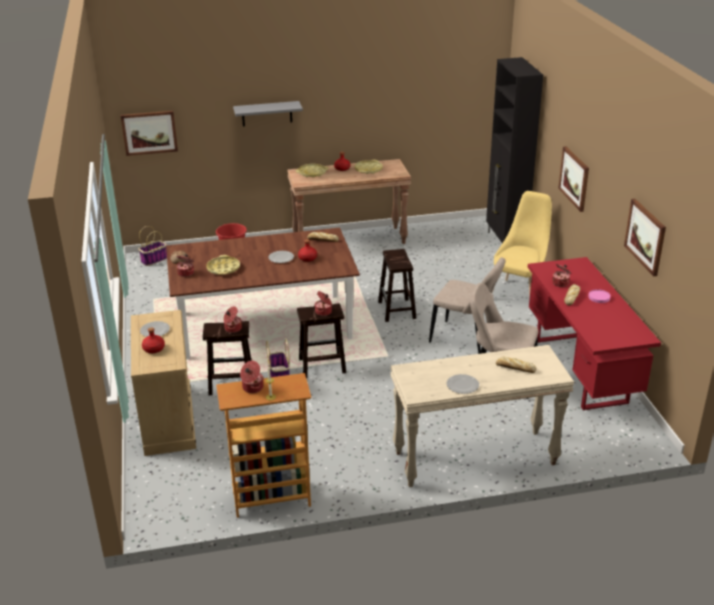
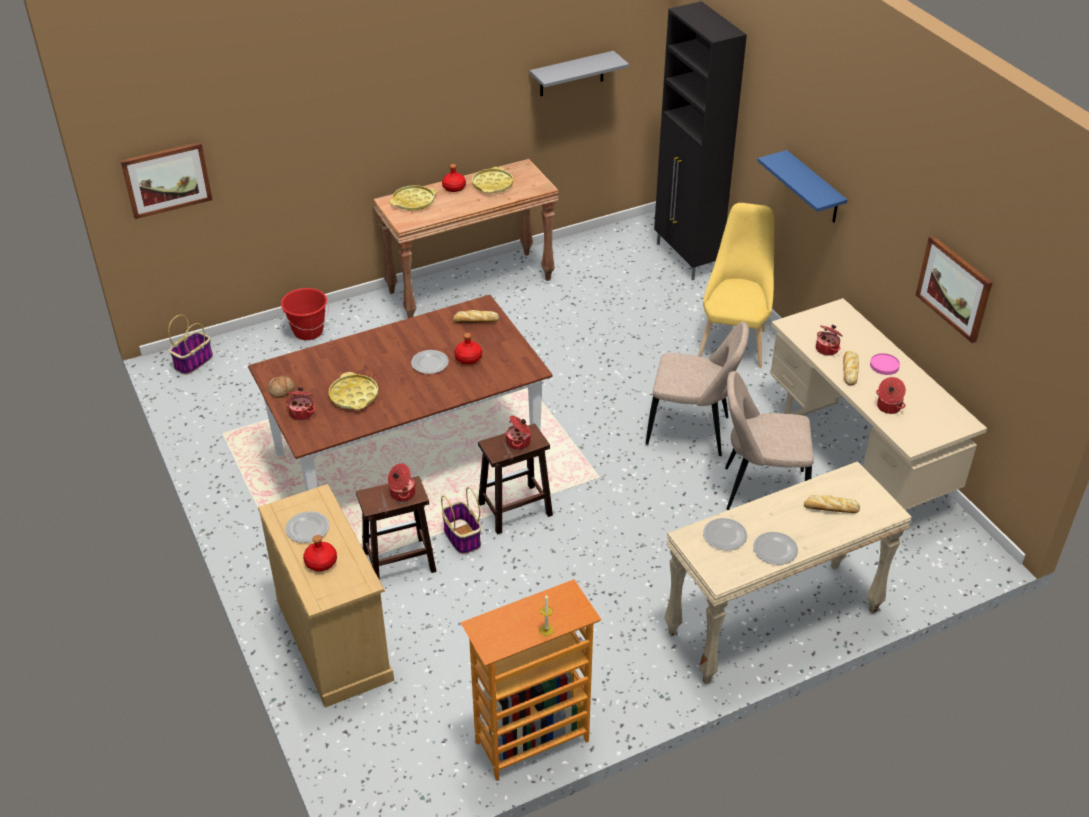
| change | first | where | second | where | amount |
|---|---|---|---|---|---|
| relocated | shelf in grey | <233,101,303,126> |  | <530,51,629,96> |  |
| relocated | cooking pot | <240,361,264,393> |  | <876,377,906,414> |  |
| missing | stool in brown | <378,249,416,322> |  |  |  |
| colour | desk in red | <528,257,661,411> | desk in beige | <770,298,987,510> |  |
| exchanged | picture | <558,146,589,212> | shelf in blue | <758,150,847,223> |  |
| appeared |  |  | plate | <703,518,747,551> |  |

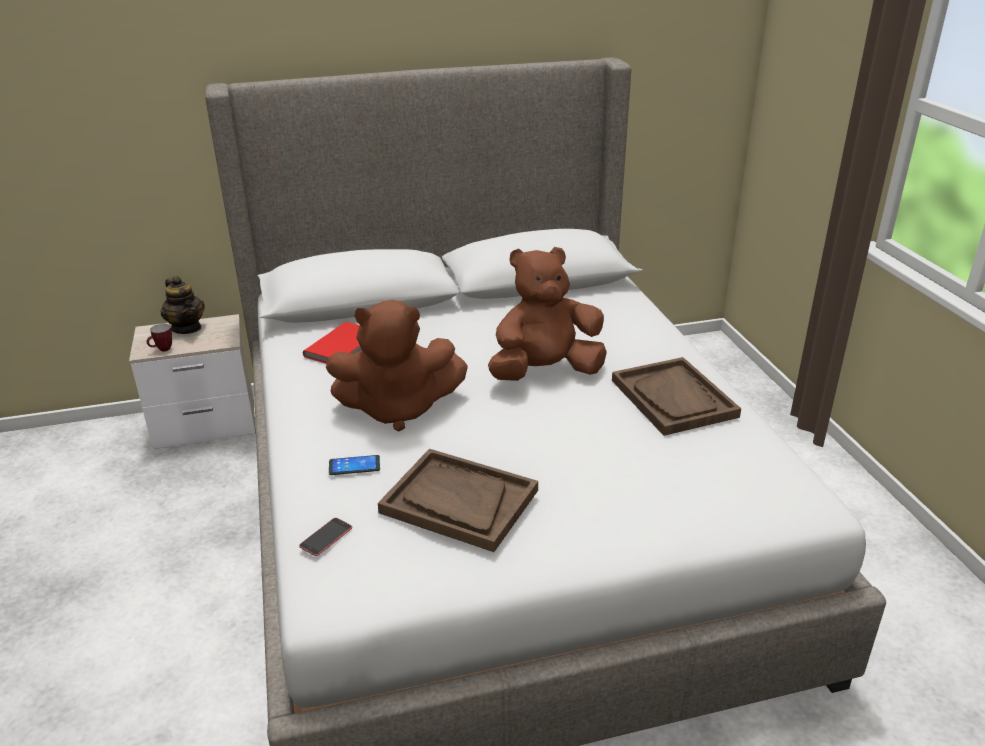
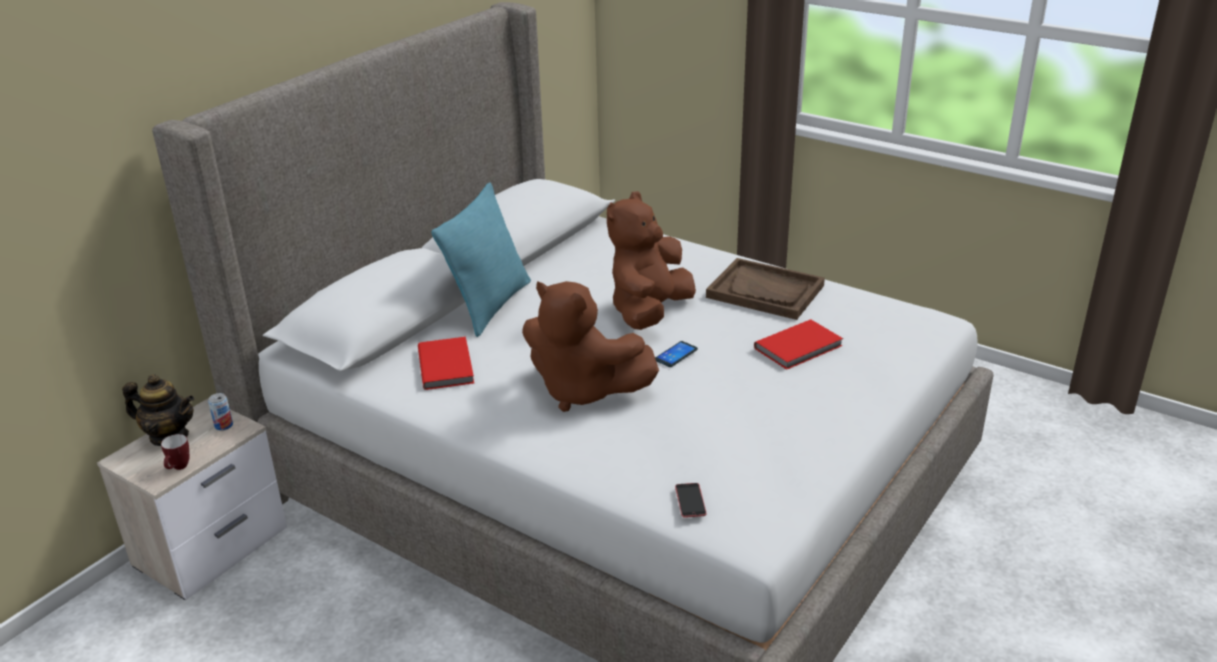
| change | first | where | second | where | amount |
|---|---|---|---|---|---|
| spun | plush toy in brown | <326,300,468,432> |  | <522,281,659,412> | 75 degrees clockwise |
| relocated | phone | <329,455,380,475> |  | <655,341,698,367> |  |
| missing | tray in brown | <378,449,538,552> |  |  |  |
| appeared |  |  | can | <208,393,233,430> |  |
| appeared |  |  | pillow in turquoise | <431,183,531,337> |  |
| appeared |  |  | book in red | <754,319,843,370> |  |

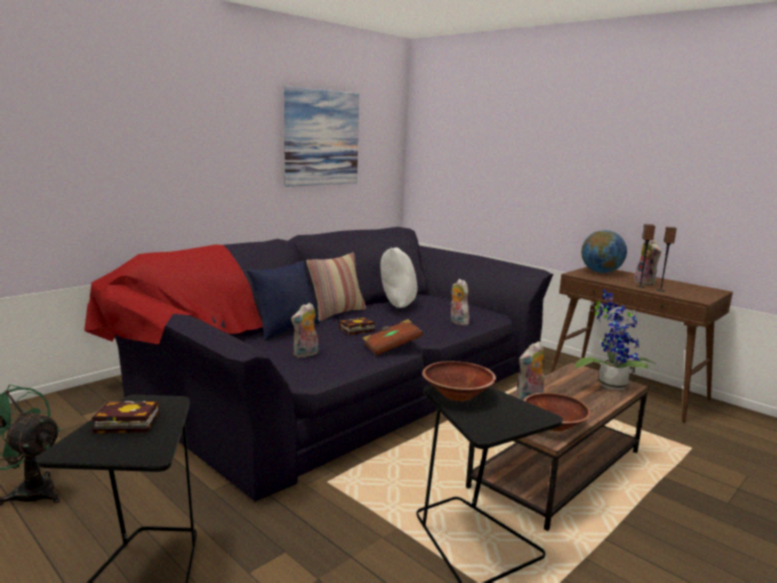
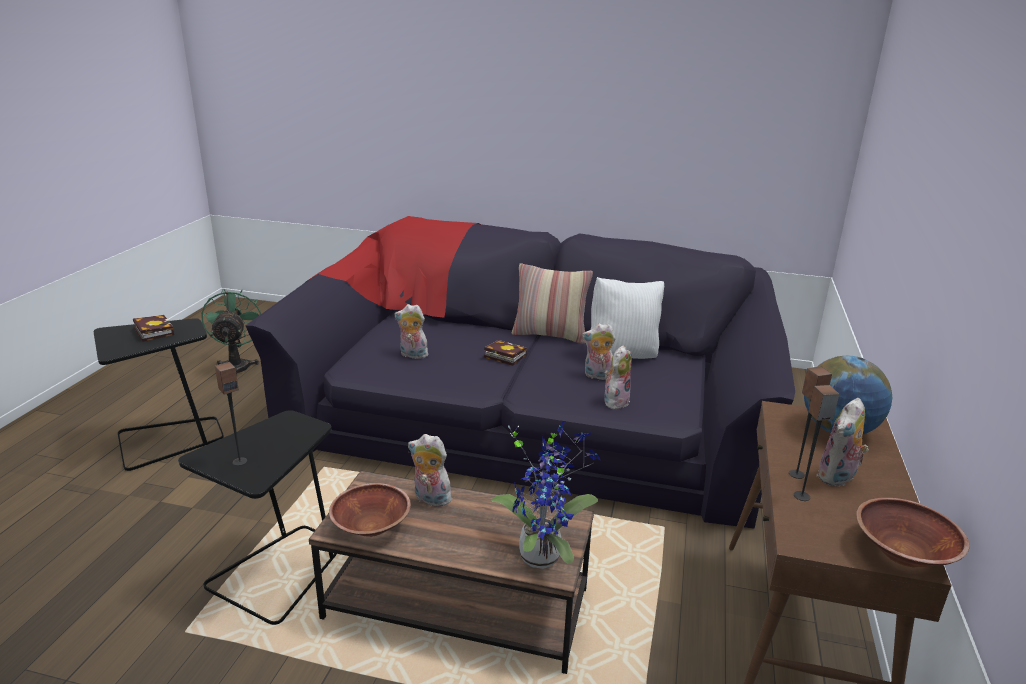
| change | first | where | second | where | amount |
|---|---|---|---|---|---|
| missing | pillow in blue | <247,261,319,341> |  |  |  |
| missing | picture | <284,86,359,187> |  |  |  |
| missing | book in brown | <362,319,423,355> |  |  |  |
| relocated | bowl in brown | <422,361,496,401> |  | <856,498,970,567> |  |
| appeared |  |  | speaker | <215,362,247,466> |  |
| appeared |  |  | plush toy | <582,324,616,380> |  |

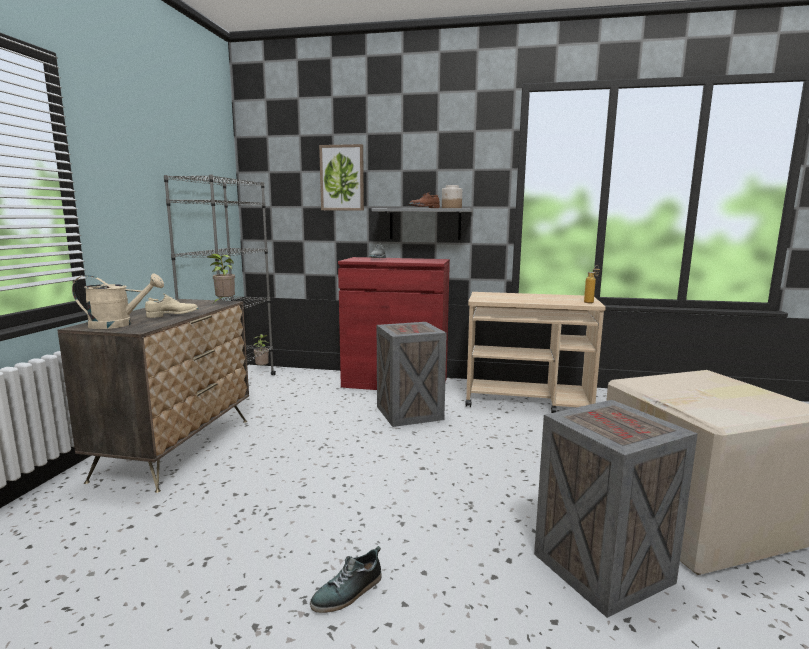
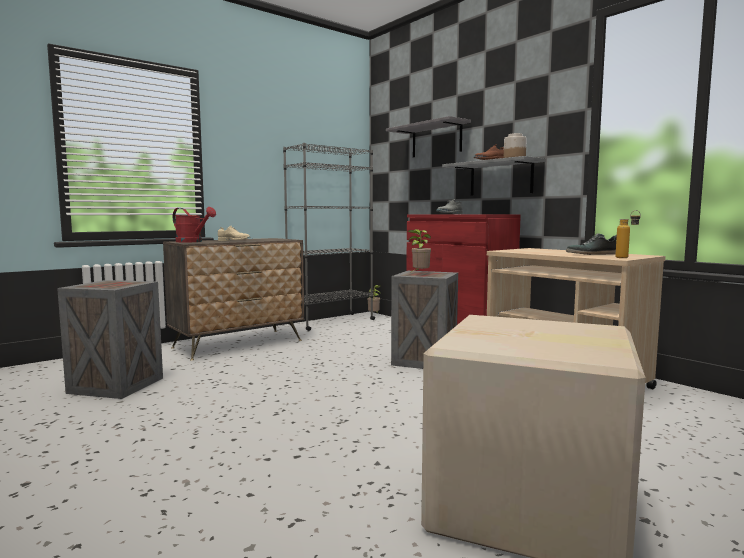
| change | first | where | second | where | amount |
|---|---|---|---|---|---|
| colour | watering can in beige | <72,273,164,329> | watering can in red | <173,207,216,242> |  |
| relocated | potted plant | <207,254,235,303> |  | <408,229,431,273> |  |
| relocated | shoe | <310,546,381,613> |  | <566,233,617,255> |  |
| exchanged | picture | <319,144,364,211> | shelf in grey | <386,116,471,158> |  |
| relocated | crate | <534,400,698,618> |  | <57,280,163,399> |  |

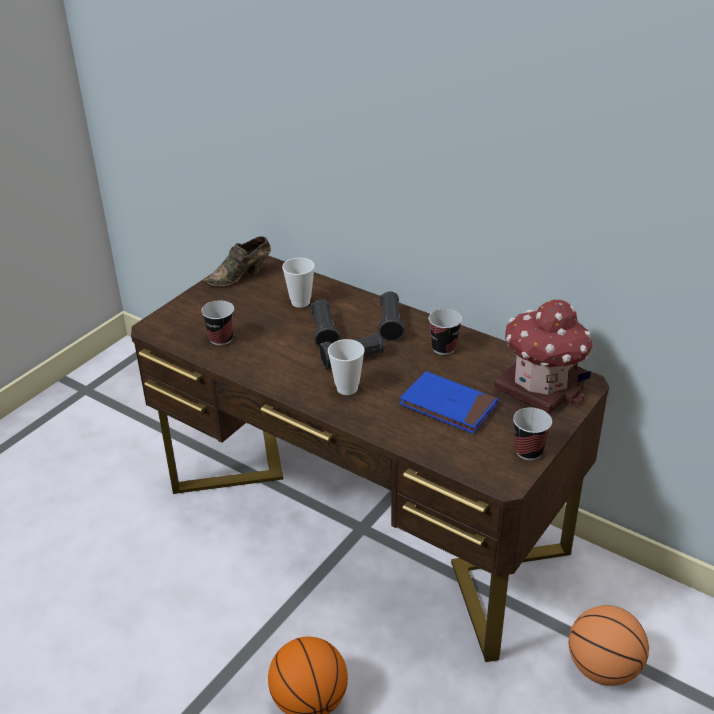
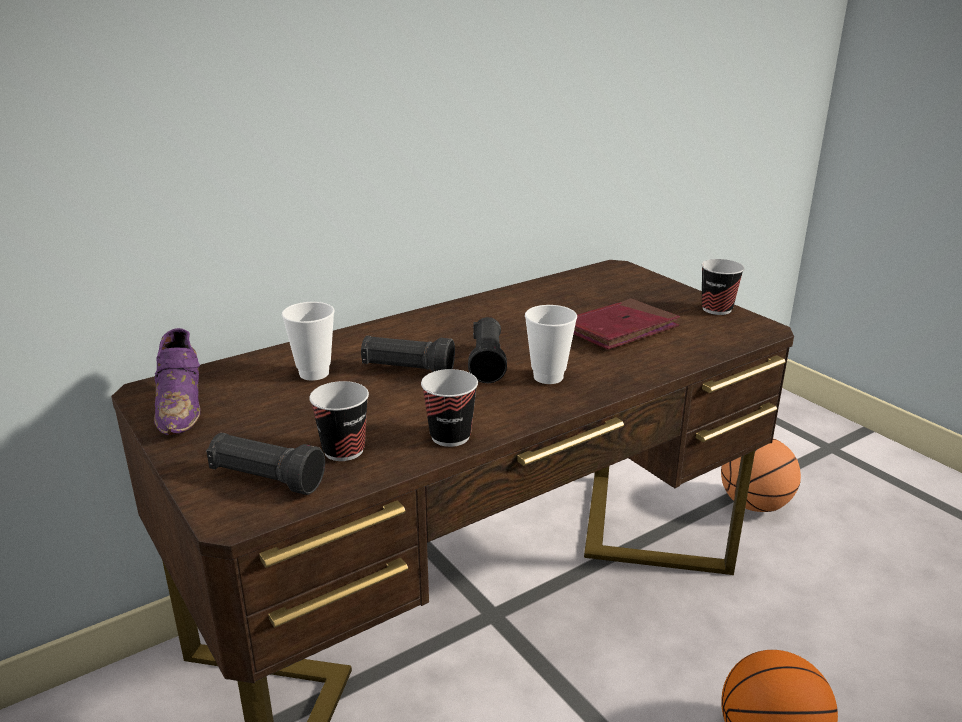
| change | first | where | second | where | amount |
|---|---|---|---|---|---|
| colour | shoe in brown | <202,236,271,287> | shoe in purple | <154,328,200,435> |  |
| relocated | flashlight in black | <379,291,404,341> |  | <206,433,325,495> |  |
| colour | book in blue | <399,371,498,434> | book in red | <574,298,680,349> |  |
| relocated | cup | <429,309,462,355> |  | <421,369,478,447> |  |
| missing | toy house | <494,300,593,414> |  |  |  |

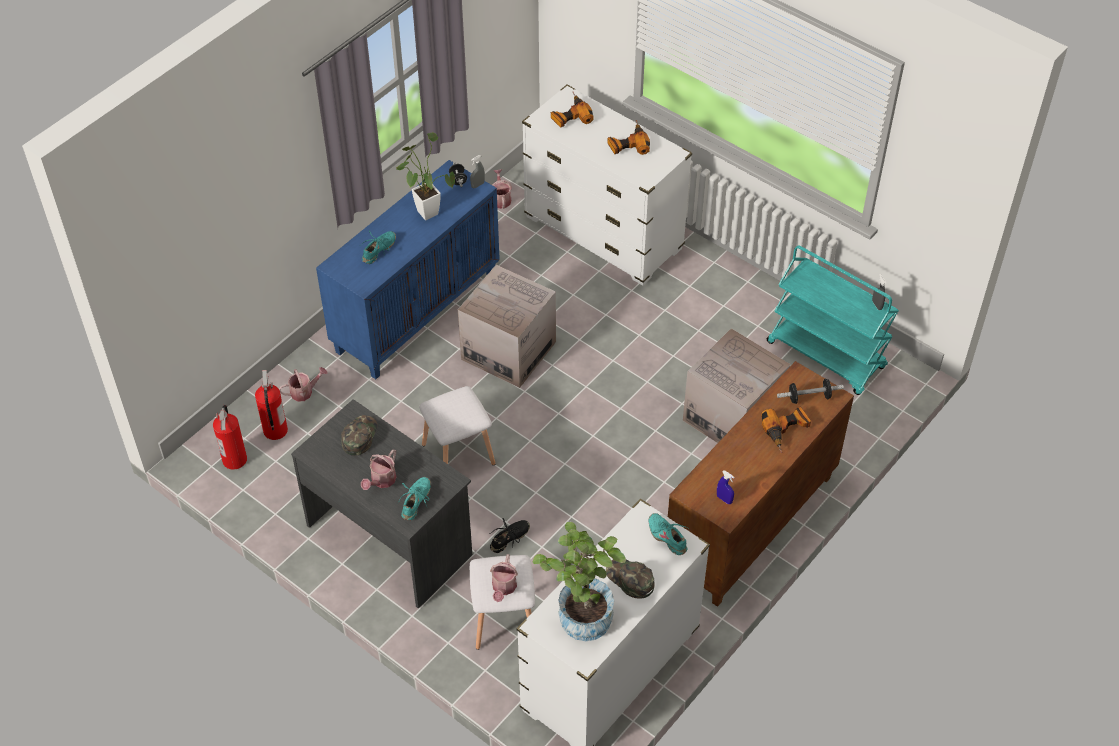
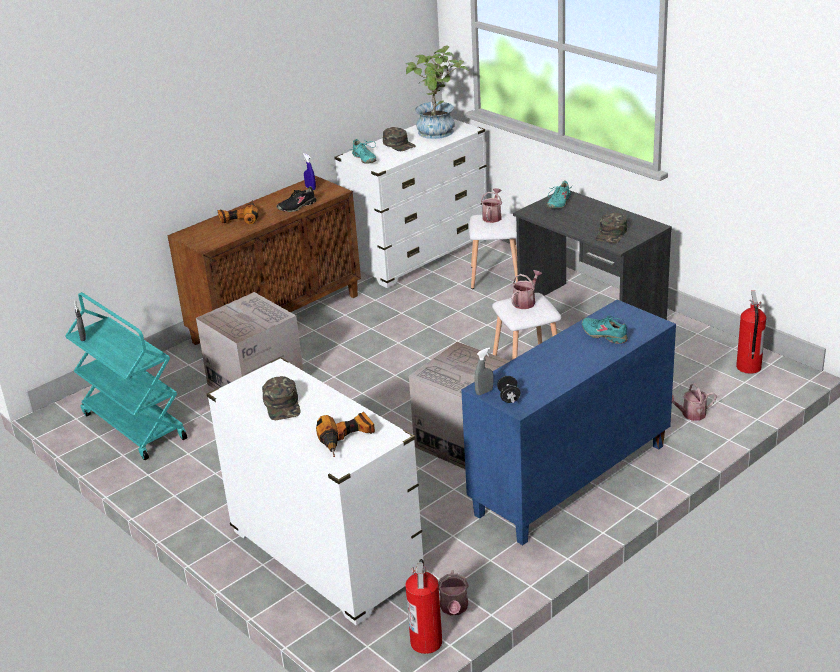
| change | first | where | second | where | amount |
|---|---|---|---|---|---|
| relocated | fire extinguisher | <255,370,288,440> |  | <405,559,442,654> |  |
| spun | shoe in turquoise | <360,231,396,264> |  | <582,316,628,344> | 90 degrees clockwise |
| relocated | watering can | <361,450,396,490> |  | <511,270,542,309> |  |
| missing | potted plant | <396,132,455,220> |  |  |  |
| relocated | shoe in black | <490,518,530,553> |  | <277,186,316,212> |  |
| exchanged | power drill | <607,120,650,155> | cap in green | <262,376,301,420> |  |
| missing | dumbbell | <777,379,844,404> |  |  |  |

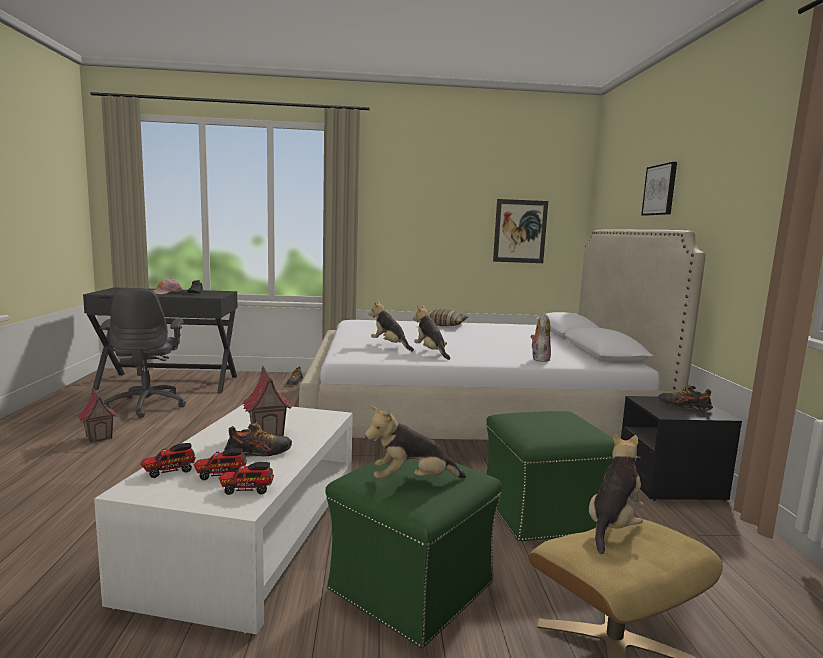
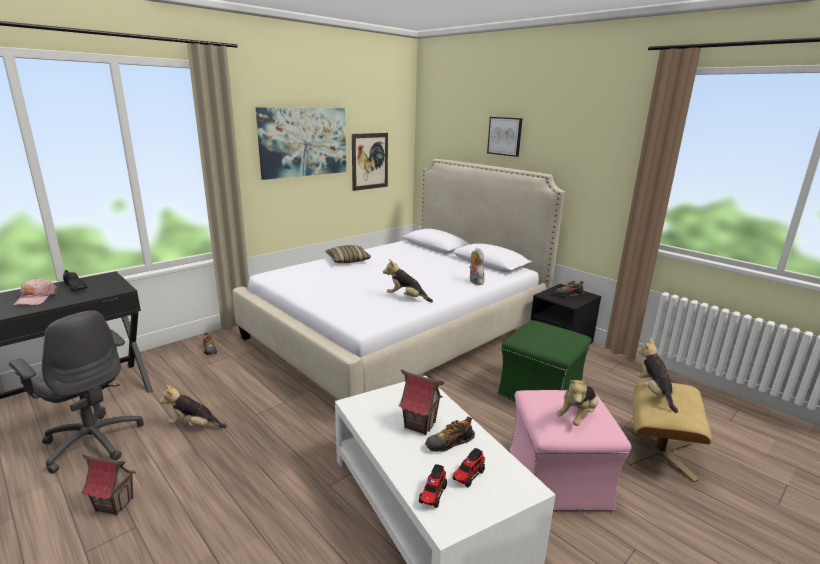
| change | first | where | second | where | amount |
|---|---|---|---|---|---|
| missing | toy truck | <219,462,274,495> |  |  |  |
| spun | shoe | <224,422,292,457> |  | <425,417,475,452> | 150 degrees counterclockwise |
| colour | ottoman in green | <325,456,502,648> | ottoman in pink | <509,390,632,511> |  |
| relocated | plush toy | <368,301,414,351> |  | <160,385,227,428> |  |
| appeared |  |  | picture | <256,107,346,180> |  |

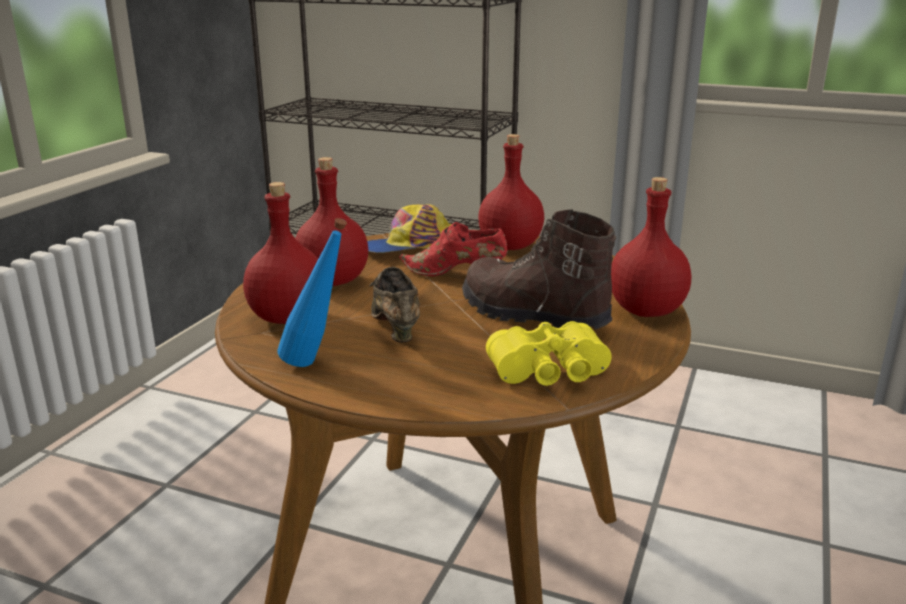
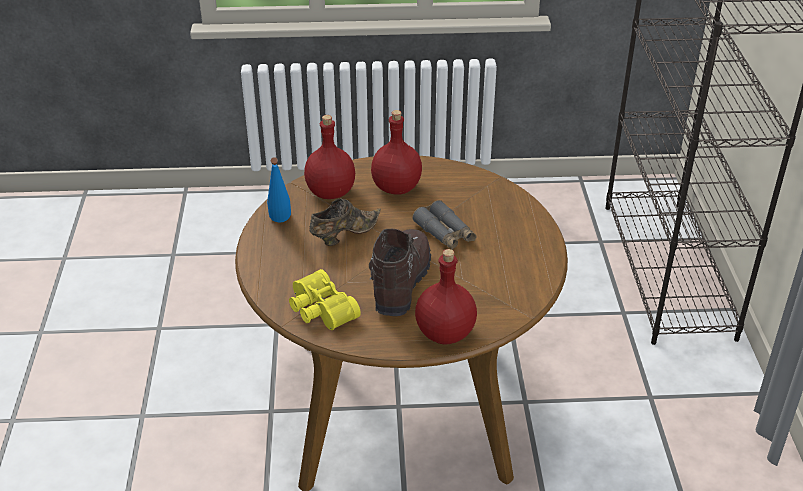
| change | first | where | second | where | amount |
|---|---|---|---|---|---|
| missing | cap | <367,204,452,253> |  |  |  |
| exchanged | shoe in red | <399,222,508,276> | binoculars in grey | <412,200,476,250> |  |
| missing | bottle in red | <478,134,544,250> |  |  |  |

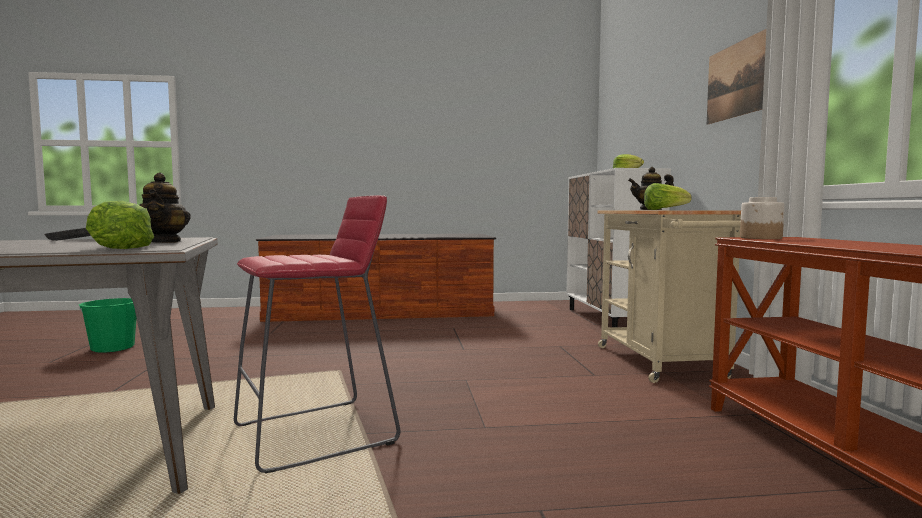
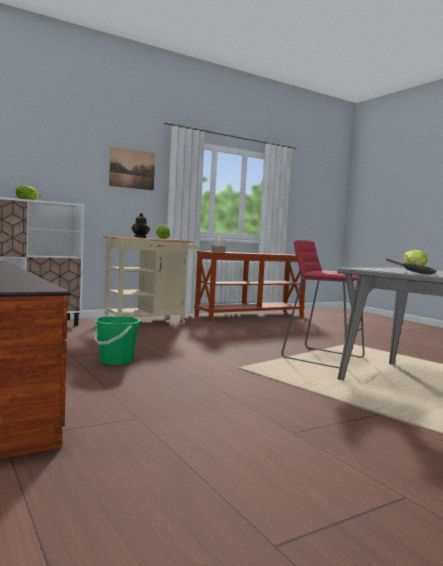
| change | first | where | second | where | amount |
|---|---|---|---|---|---|
| relocated | bucket in green | <79,298,137,353> |  | <94,316,141,365> |  |
| missing | teapot | <139,173,190,243> |  |  |  |

